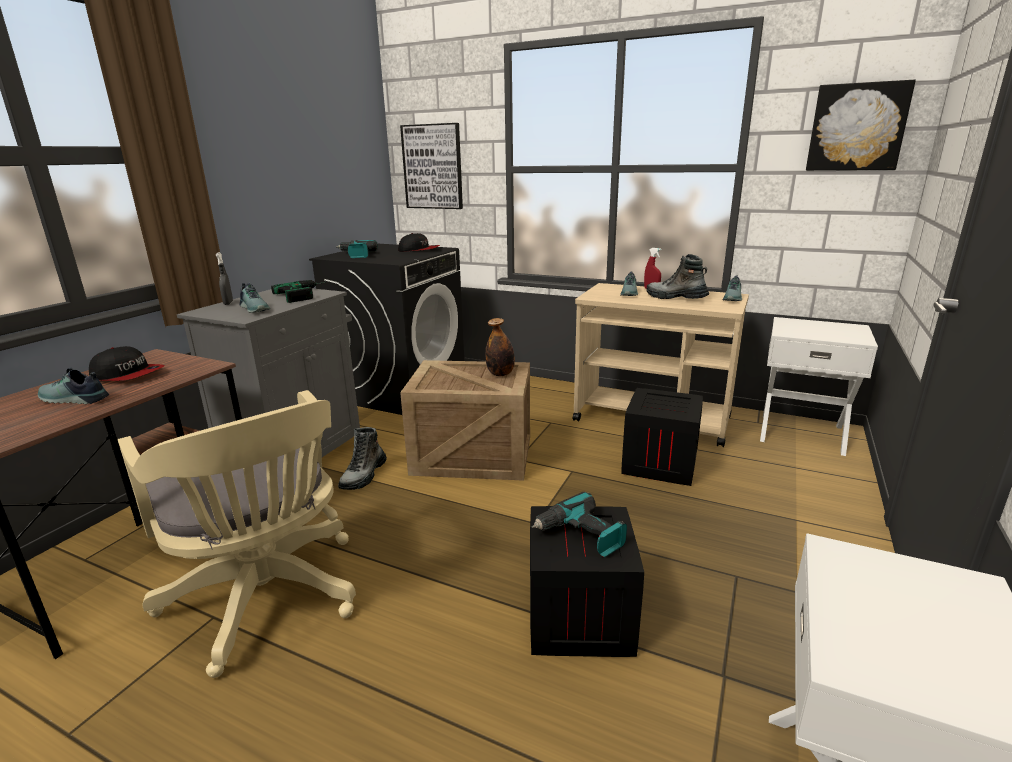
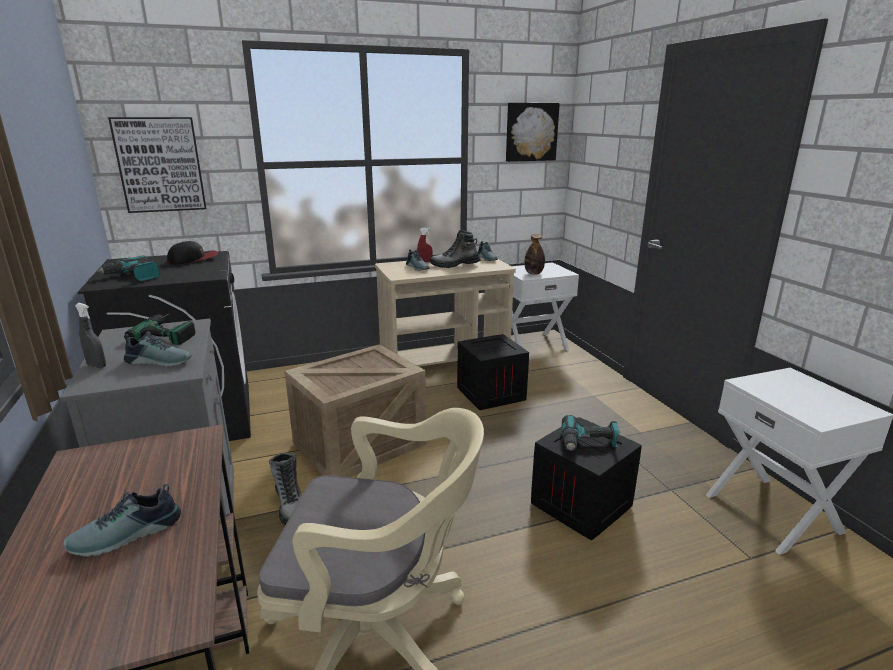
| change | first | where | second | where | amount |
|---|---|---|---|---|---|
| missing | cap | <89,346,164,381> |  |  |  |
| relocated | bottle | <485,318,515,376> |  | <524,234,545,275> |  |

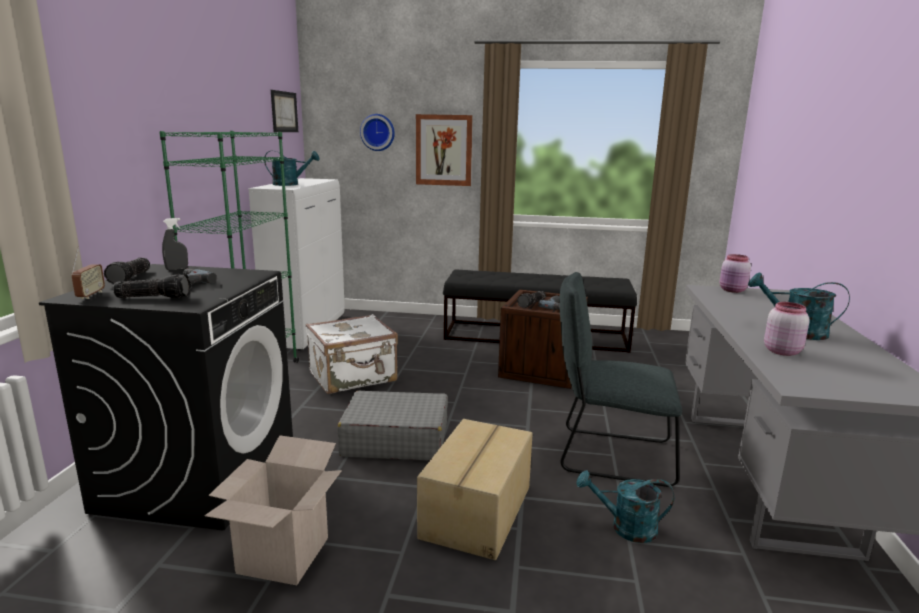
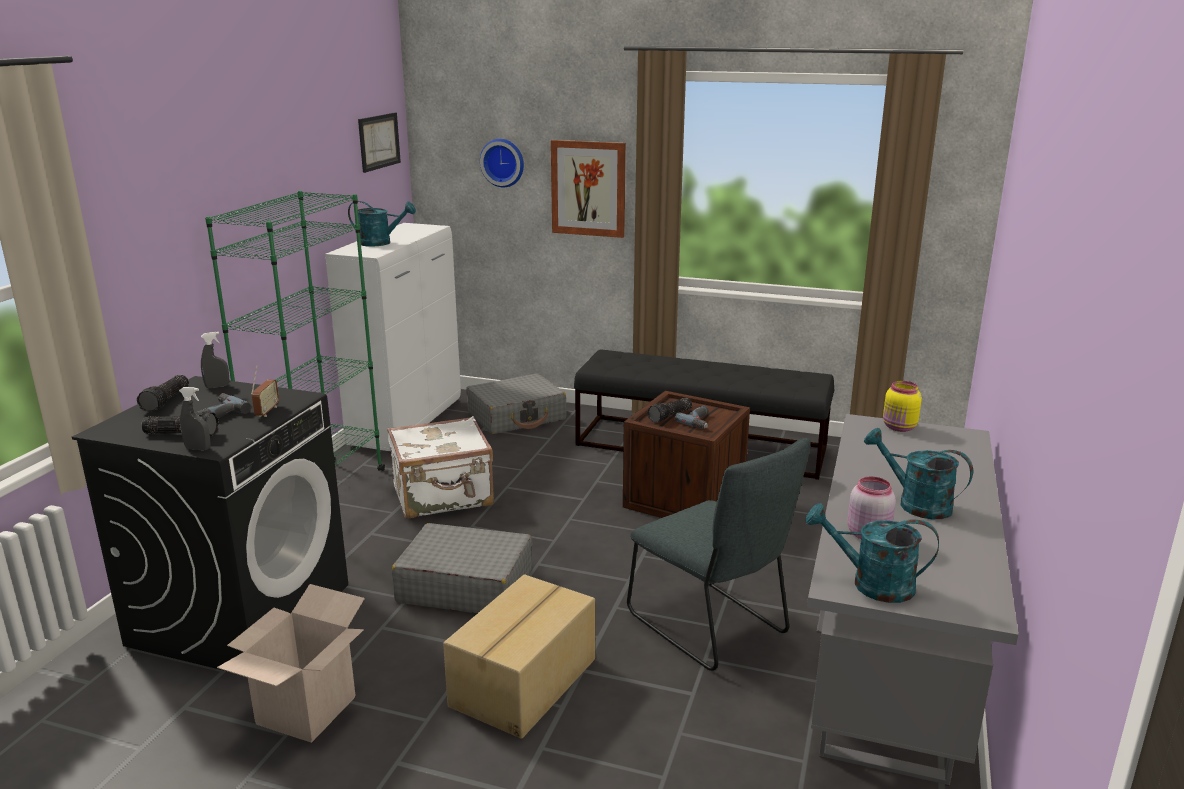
| change | first | where | second | where | amount |
|---|---|---|---|---|---|
| relocated | radio | <71,247,105,299> |  | <251,365,279,417> |  |
| spun | chair in grey | <559,272,682,487> |  | <627,438,811,671> | 150 degrees counterclockwise |
| relocated | watering can in turquoise | <576,470,674,543> |  | <806,503,939,603> |  |
| colour | jar in pink | <720,254,751,293> | jar in yellow | <883,381,922,432> |  |
| appeared |  |  | spray bottle in grey | <179,387,210,450> |  |
| appeared |  |  | suitcase in grey | <466,373,567,434> |  |

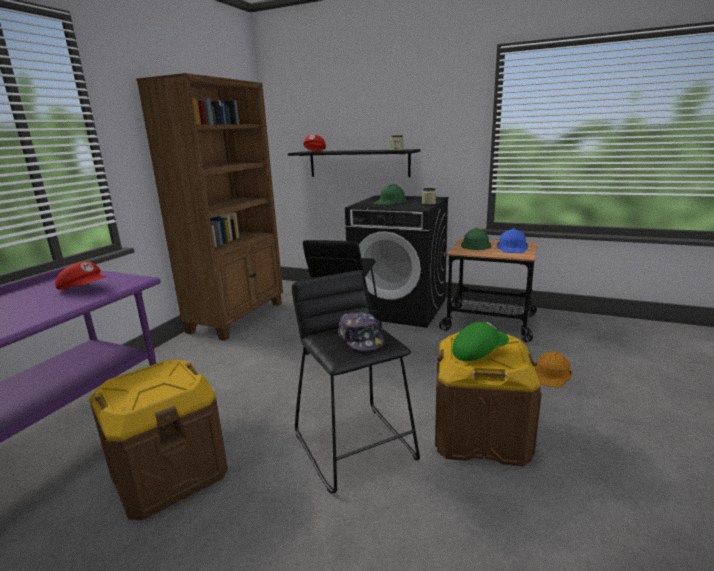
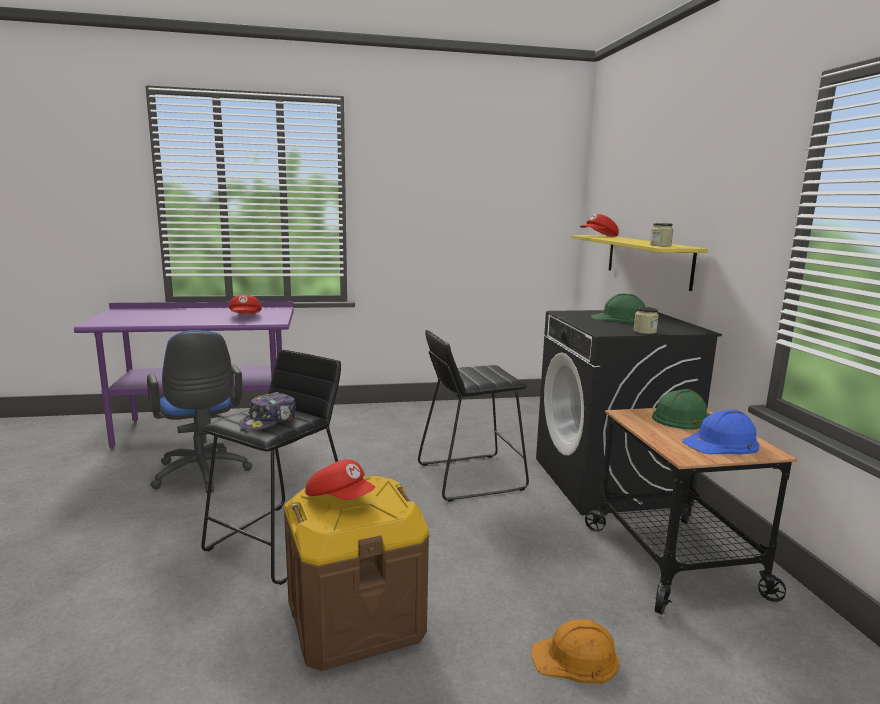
| change | first | where | second | where | amount |
|---|---|---|---|---|---|
| exchanged | storage box in brown | <89,360,228,520> | office chair in blue | <147,330,252,493> |  |
| missing | bookcase in brown | <136,73,283,340> |  |  |  |
| colour | shelf in black | <288,149,420,177> | shelf in yellow | <571,235,708,291> |  |
| colour | cap in green | <452,322,509,361> | cap in red | <305,459,375,500> |  |

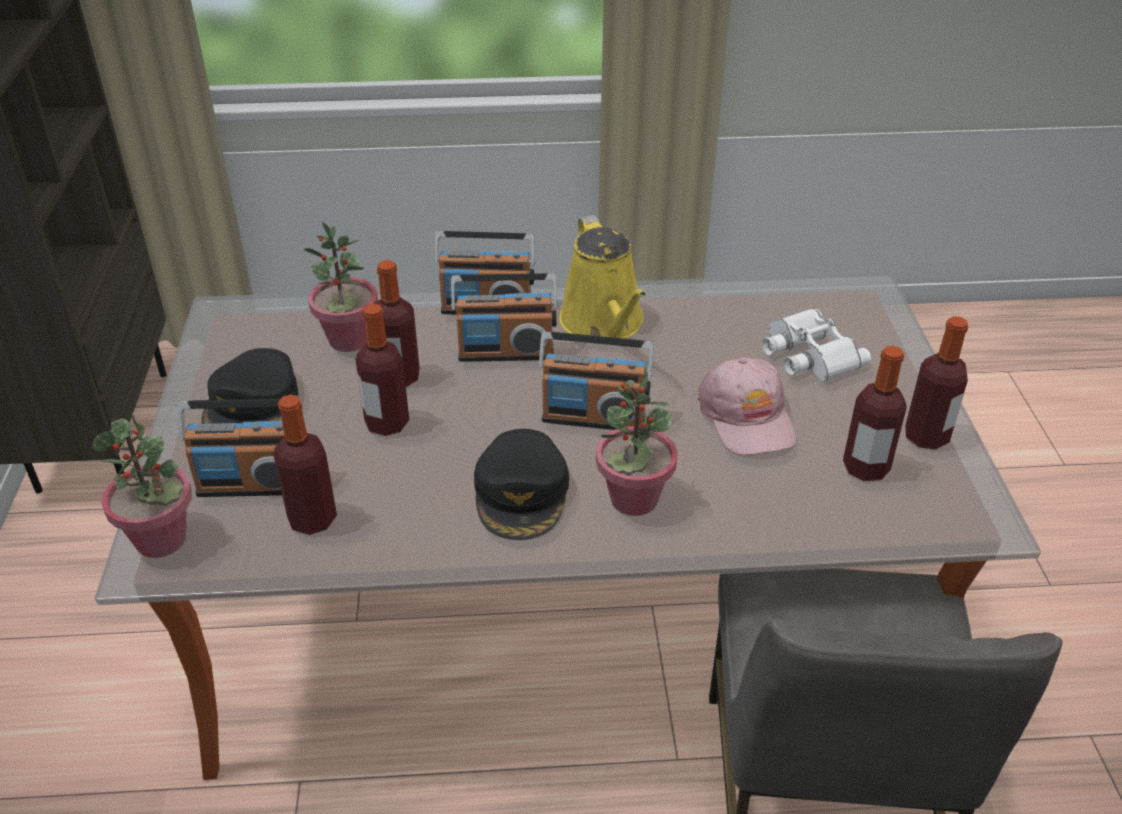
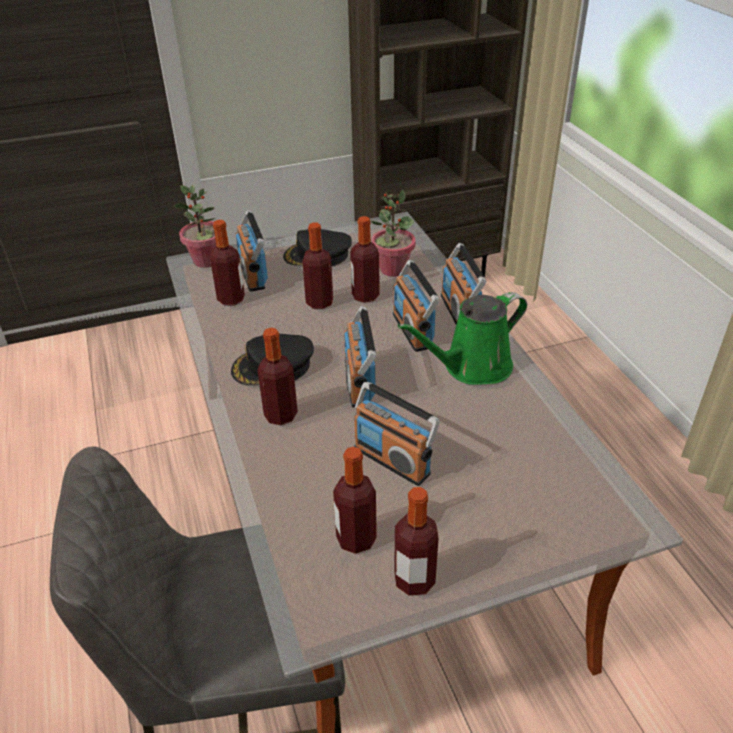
| change | first | where | second | where | amount |
|---|---|---|---|---|---|
| colour | watering can in yellow | <559,215,646,339> | watering can in green | <398,292,527,385> |  |
| exchanged | potted plant | <596,365,678,516> | bottle | <257,328,298,425> |  |
| exchanged | cap in pink | <697,357,796,455> | radio | <354,382,440,486> |  |
| missing | binoculars in white | <762,308,871,382> |  |  |  |

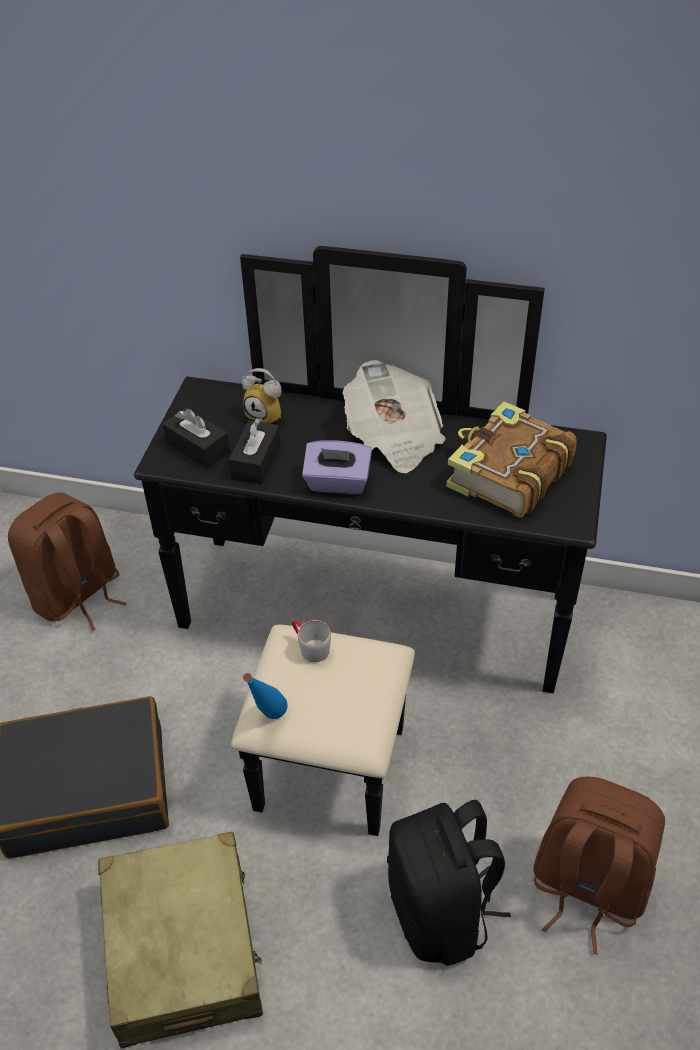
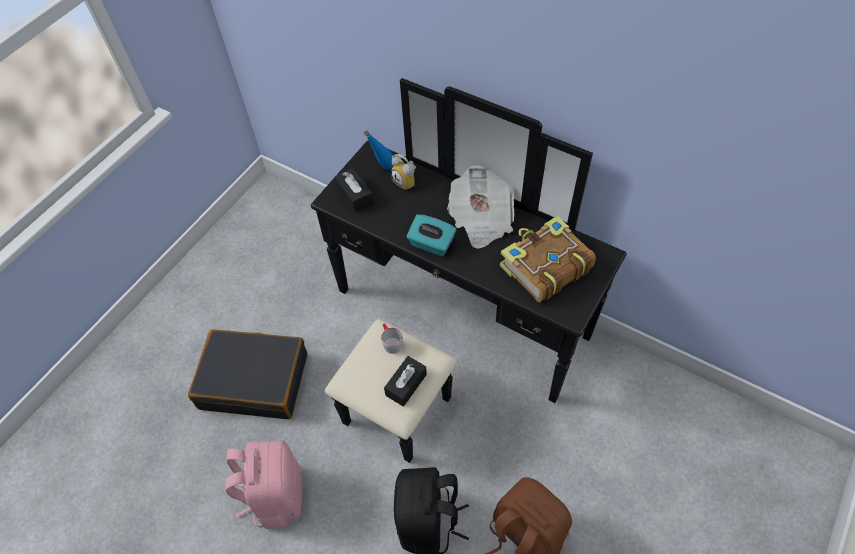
| change | first | where | second | where | amount |
|---|---|---|---|---|---|
| missing | backpack in brown | <8,492,127,631> |  |  |  |
| exchanged | suitcase in beige | <98,832,263,1049> | backpack in pink | <225,440,302,529> |  |
| relocated | tissue box in black | <229,418,281,484> |  | <384,356,427,407> |  |
| relocated | bottle in blue | <243,673,288,719> |  | <364,131,394,170> |  |
| colour | tissue box in purple | <302,440,372,494> | tissue box in turquoise | <406,214,456,256> |  |

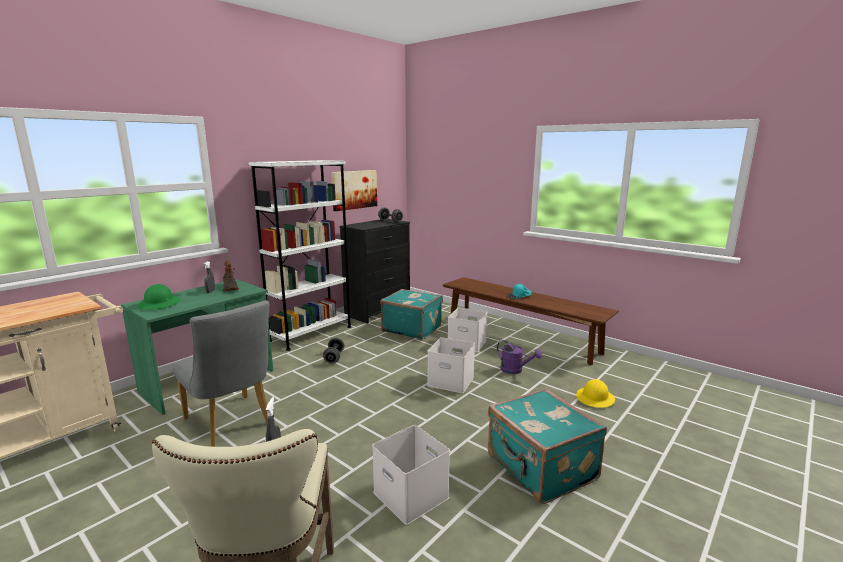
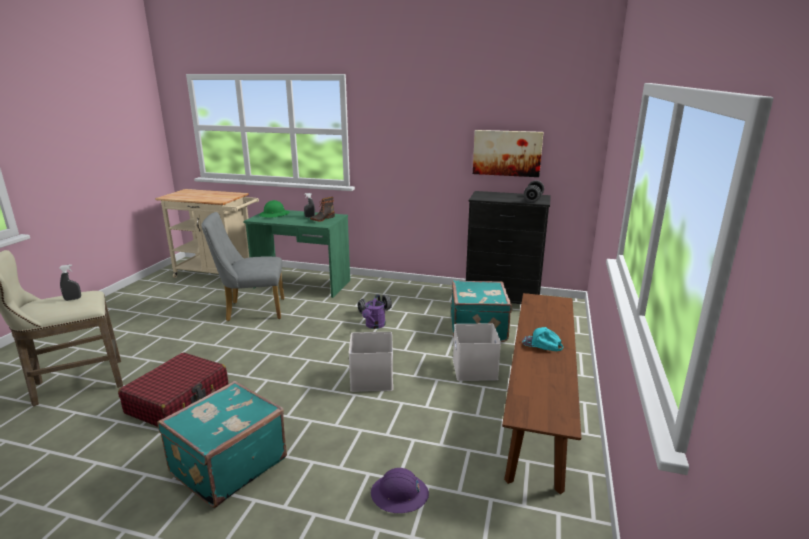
| change | first | where | second | where | amount |
|---|---|---|---|---|---|
| spun | chair in grey | <173,300,269,447> |  | <201,212,284,321> | 60 degrees clockwise |
| missing | bookcase in white | <248,160,351,351> |  |  |  |
| exchanged | storage box in white | <372,425,450,525> | suitcase in red | <118,353,228,427> |  |
| relocated | watering can in purple | <497,340,542,374> |  | <362,295,386,329> |  |
| colour | hard hat in yellow | <576,379,615,408> | hard hat in purple | <371,468,429,513> |  |

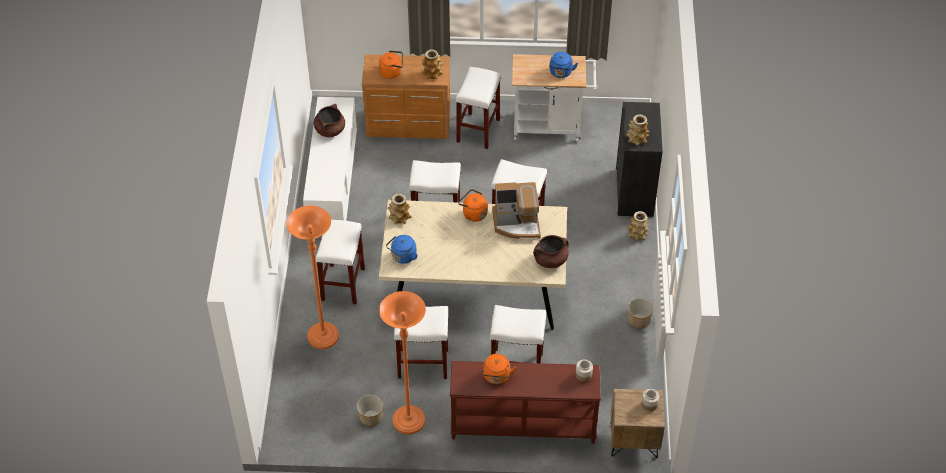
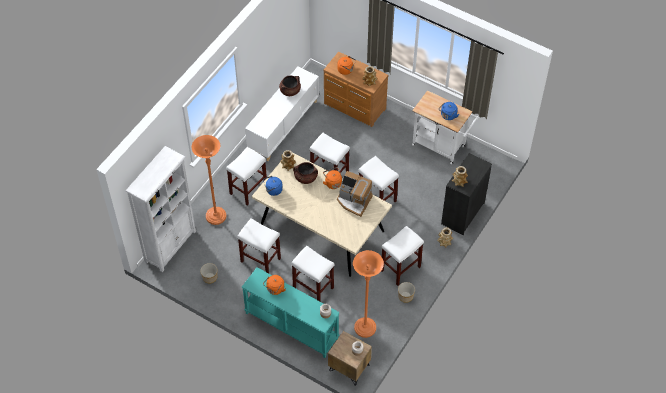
| change | first | where | second | where | amount |
|---|---|---|---|---|---|
| relocated | floor lamp in orange | <379,291,426,435> |  | <353,250,384,338> |  |
| colour | console table in brown | <450,361,601,444> | console table in turquoise | <242,267,340,358> |  |
| relocated | stool in white | <456,67,501,149> |  | <382,226,424,286> |  |
| relocated | cooking pot in brown | <533,235,569,268> |  | <293,162,318,184> |  |
| appeared |  |  | bookcase in white | <126,146,196,272> |  |

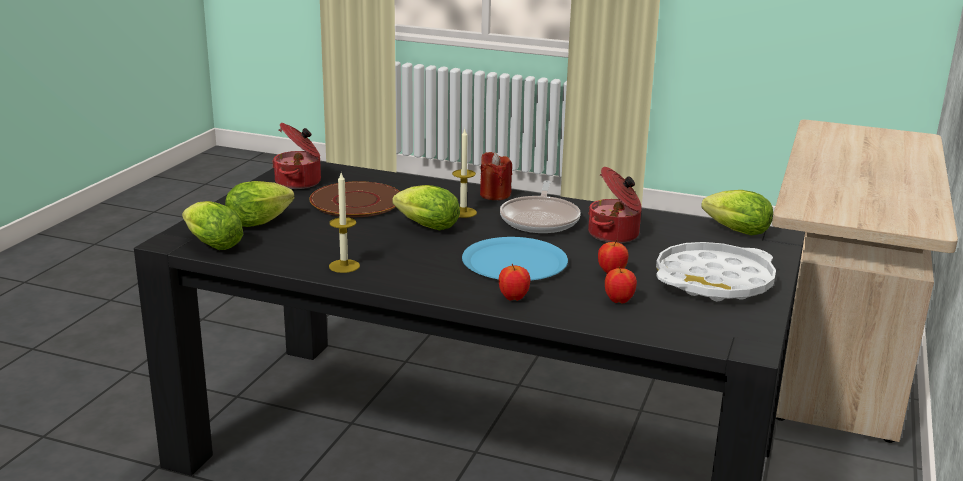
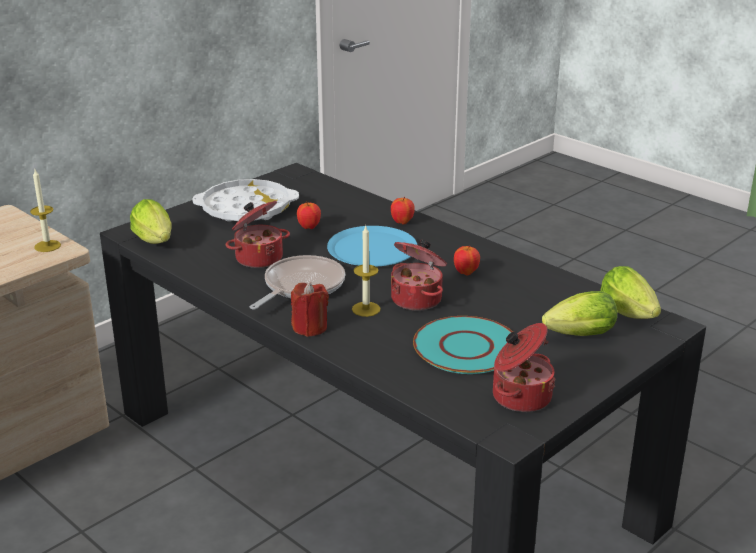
| change | first | where | second | where | amount |
|---|---|---|---|---|---|
| colour | plate in brown | <309,181,400,217> | plate in turquoise | <413,316,513,374> |  |
| relocated | candle | <329,173,360,273> |  | <30,170,61,252> |  |
| exchanged | lettuce | <392,185,460,230> | cooking pot | <391,240,447,311> |  |
| relocated | apple | <605,266,637,304> |  | <454,245,480,275> |  |

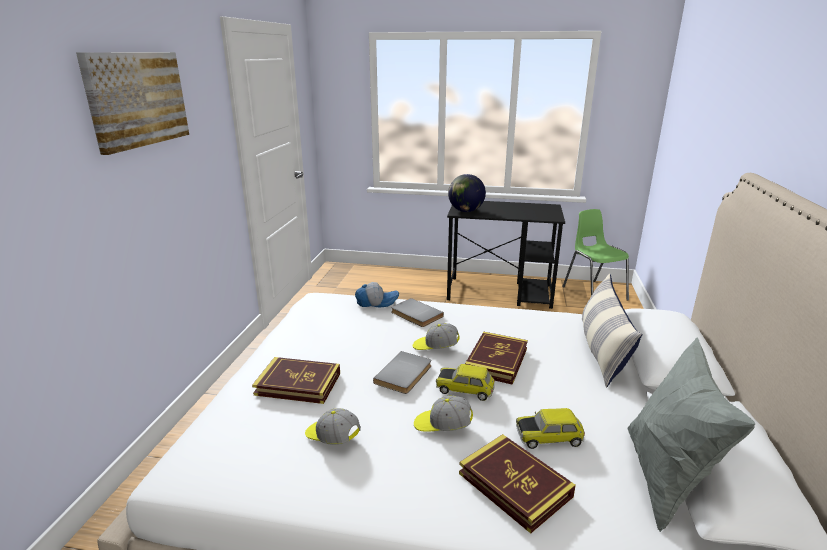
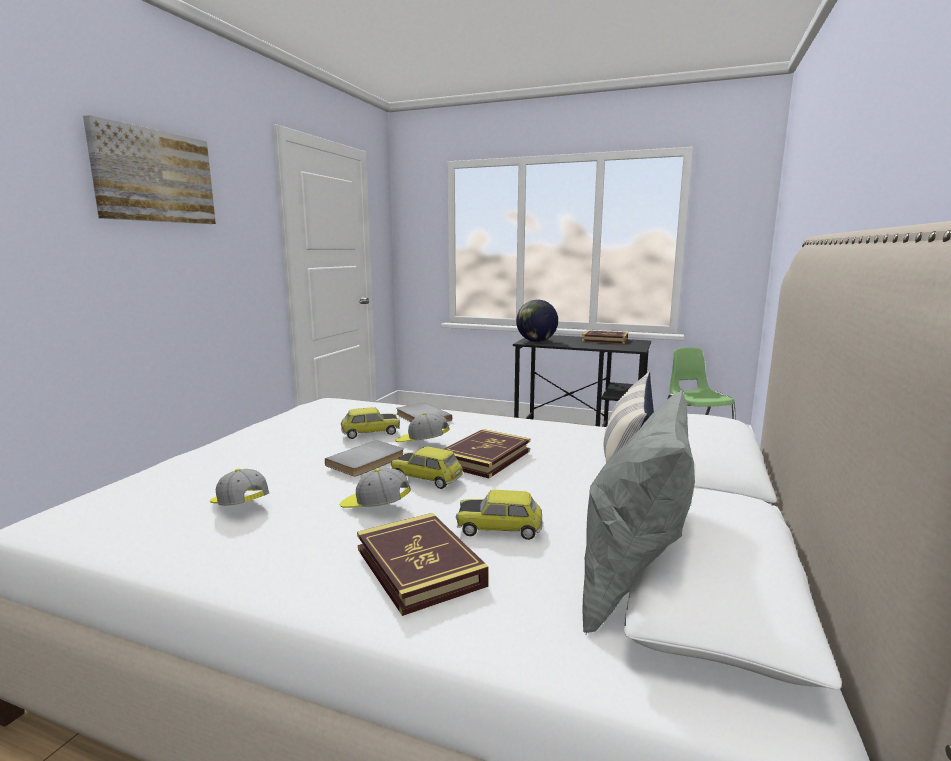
| change | first | where | second | where | amount |
|---|---|---|---|---|---|
| relocated | book | <252,357,340,404> |  | <582,330,628,344> |  |
| missing | cap | <355,282,399,308> |  |  |  |
| appeared |  |  | toy car | <341,407,400,439> |  |

